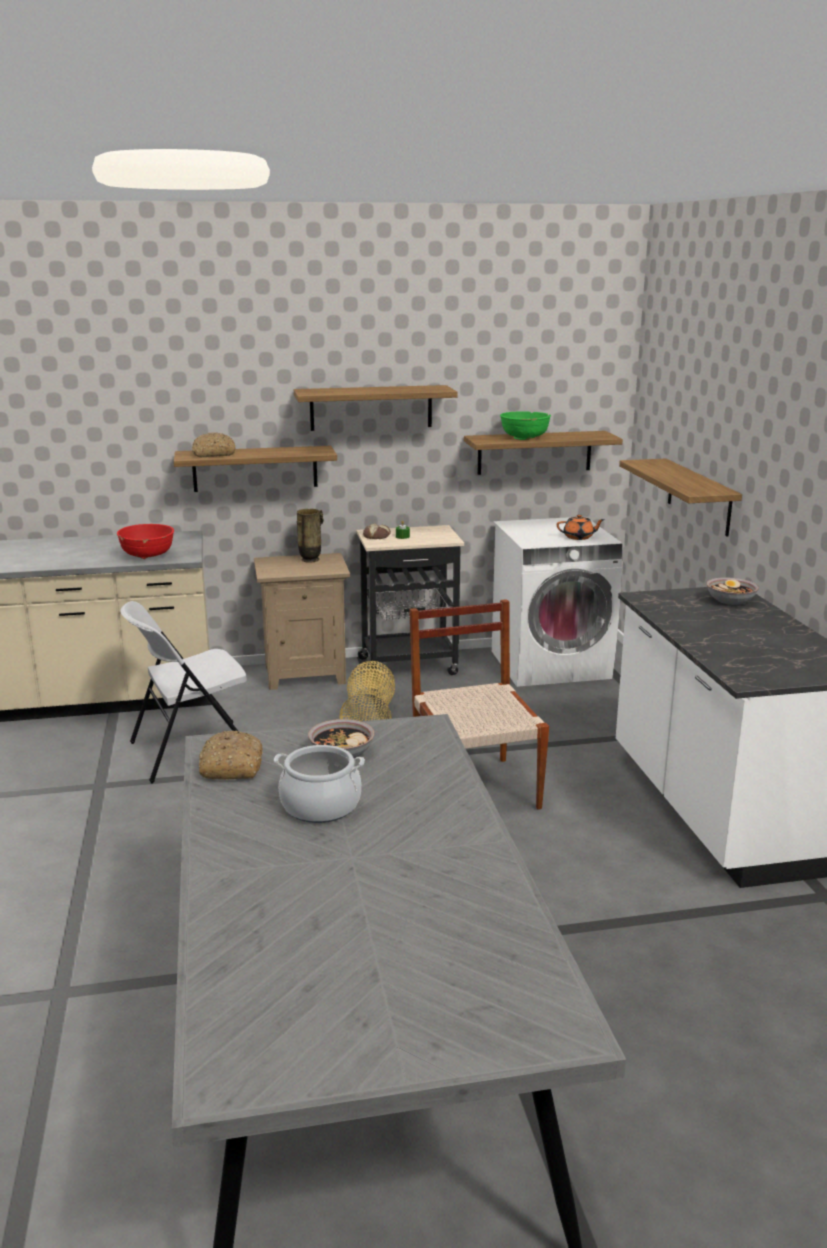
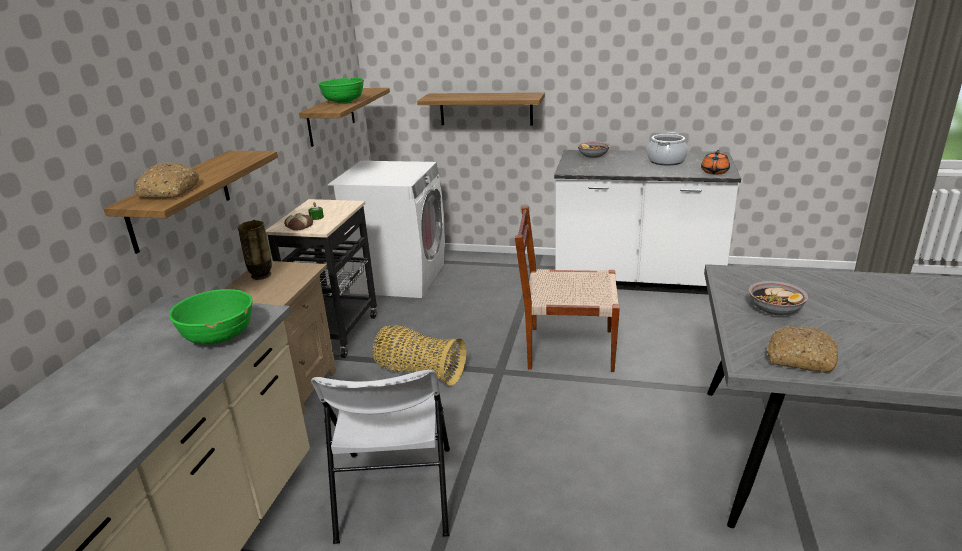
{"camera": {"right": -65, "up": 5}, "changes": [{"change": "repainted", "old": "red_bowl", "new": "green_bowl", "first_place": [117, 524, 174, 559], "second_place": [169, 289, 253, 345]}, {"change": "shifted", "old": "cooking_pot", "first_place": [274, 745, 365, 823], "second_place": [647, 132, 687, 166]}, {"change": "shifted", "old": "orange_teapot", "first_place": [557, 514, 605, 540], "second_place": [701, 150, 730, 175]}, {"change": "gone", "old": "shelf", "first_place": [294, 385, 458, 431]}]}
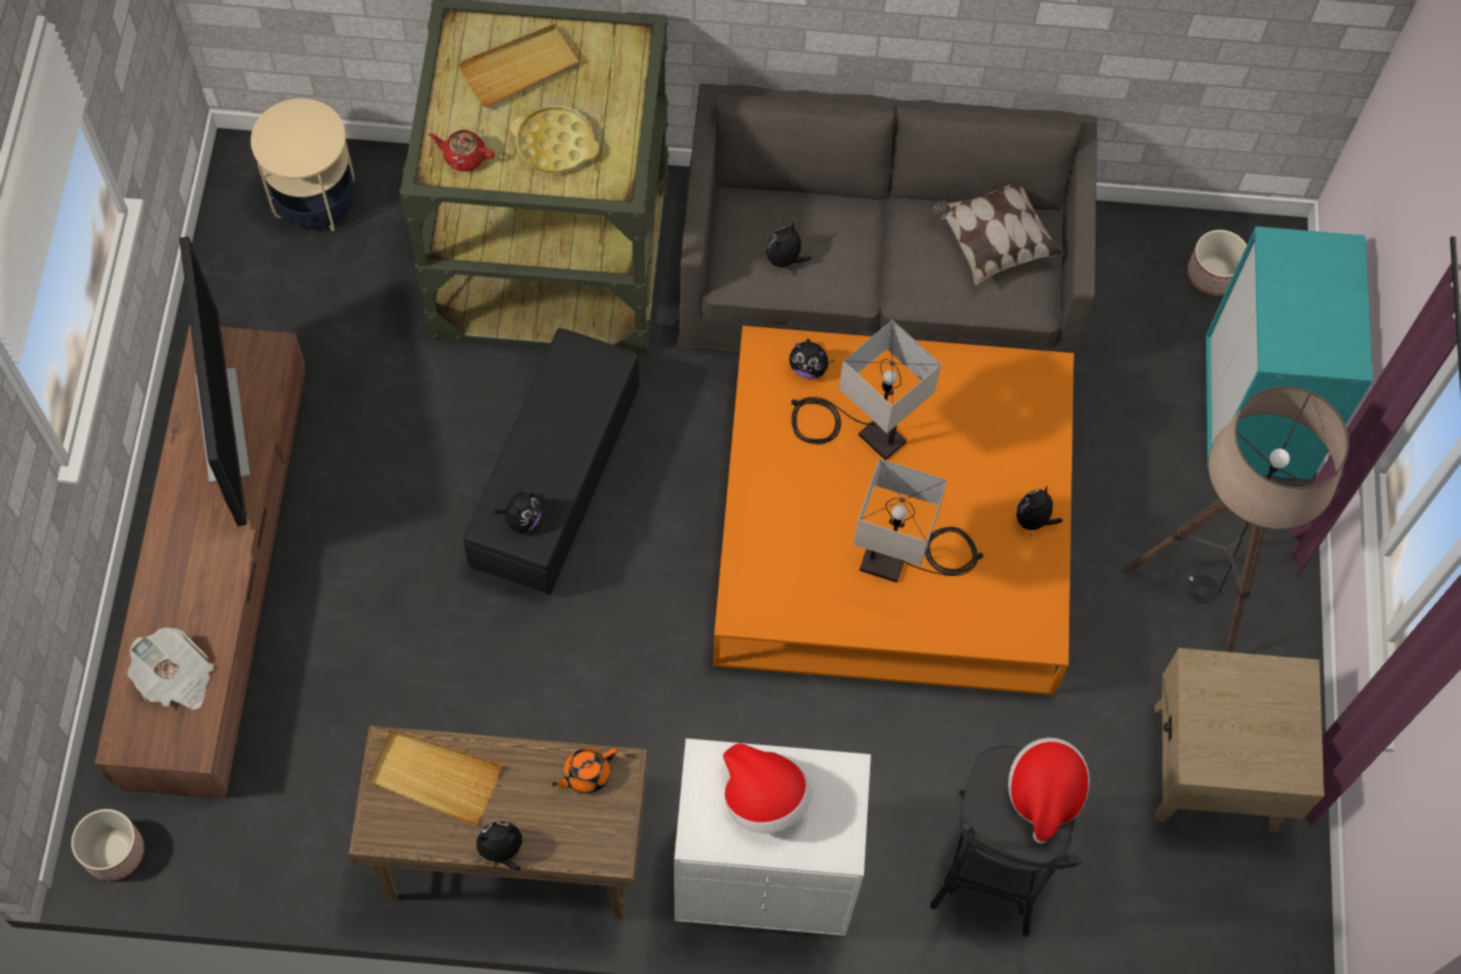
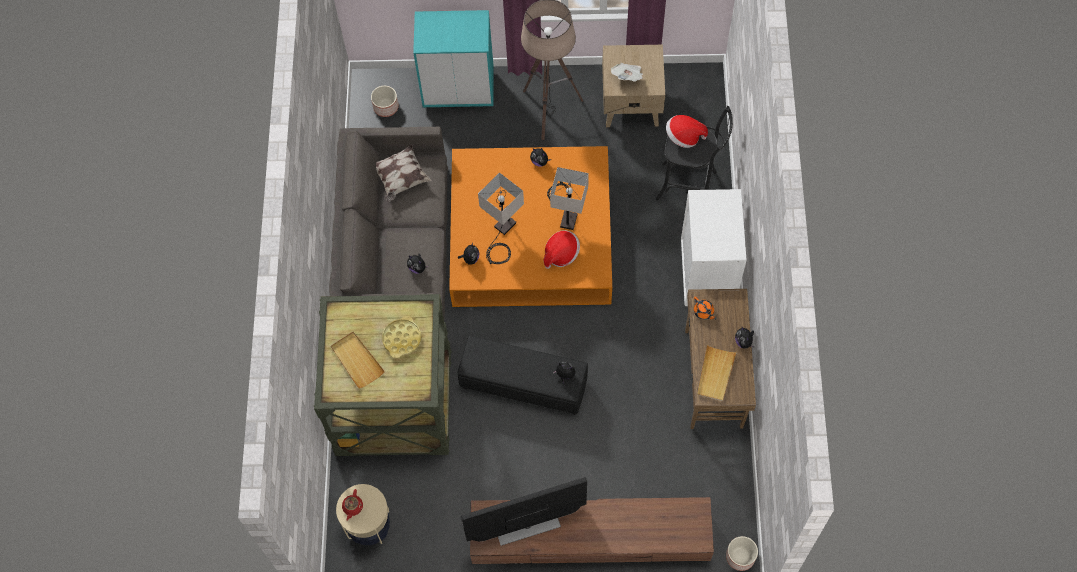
{"camera": {"right": -90, "up": 0}, "changes": [{"change": "shifted", "old": "red_teapot", "first_place": [428, 130, 495, 172], "second_place": [342, 489, 363, 521]}, {"change": "shifted", "old": "hat", "first_place": [723, 743, 812, 834], "second_place": [544, 230, 580, 269]}, {"change": "shifted", "old": "newspaper", "first_place": [127, 628, 214, 710], "second_place": [611, 63, 643, 81]}]}
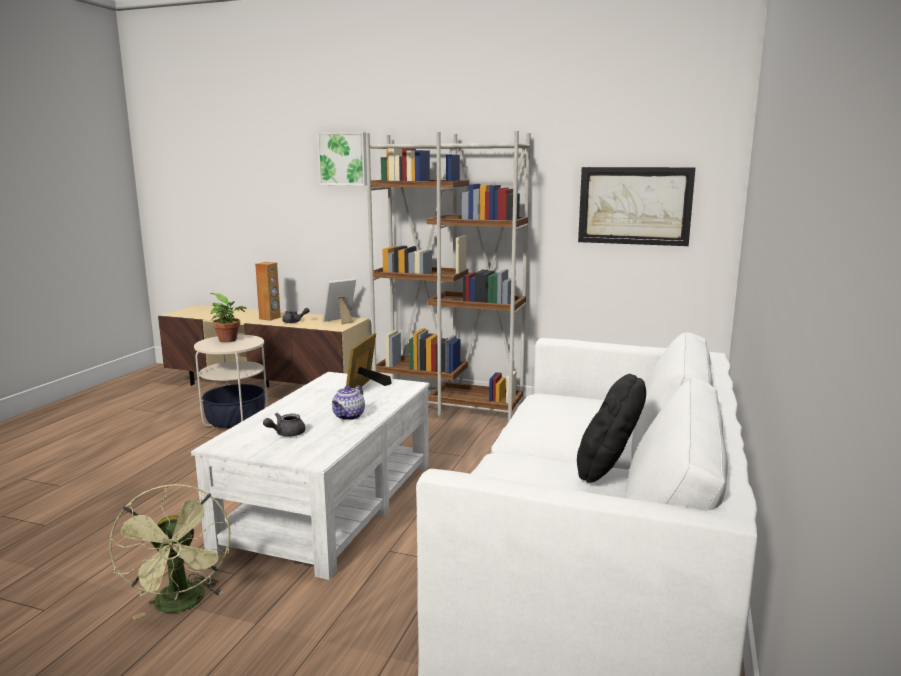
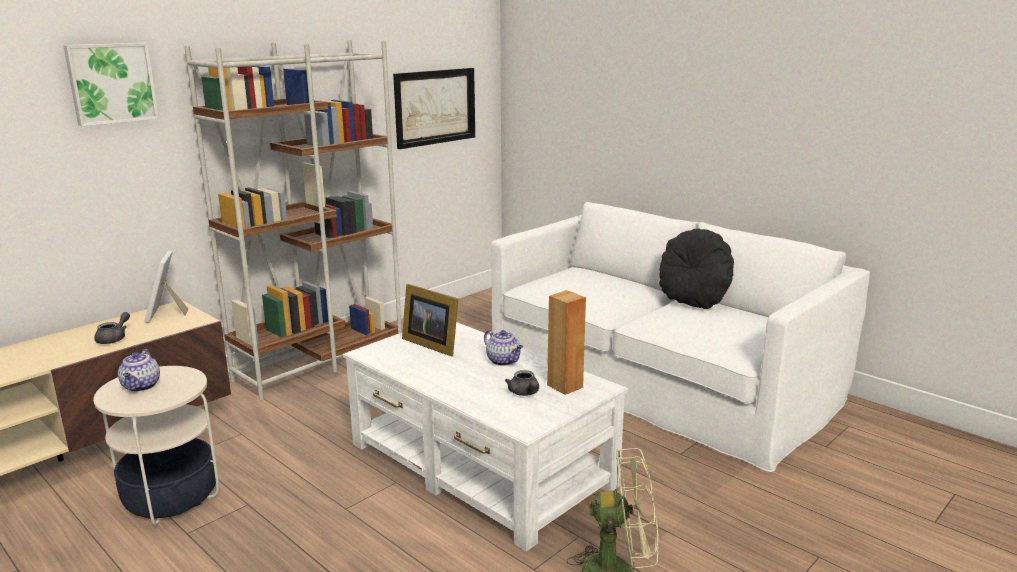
{"camera": {"right": -65, "up": 5}, "changes": [{"change": "swapped", "old": "potted_plant", "new": "teapot", "first_place": [211, 293, 246, 343], "second_place": [118, 349, 160, 392]}, {"change": "shifted", "old": "brown_speaker", "first_place": [255, 262, 281, 321], "second_place": [547, 290, 586, 395]}]}
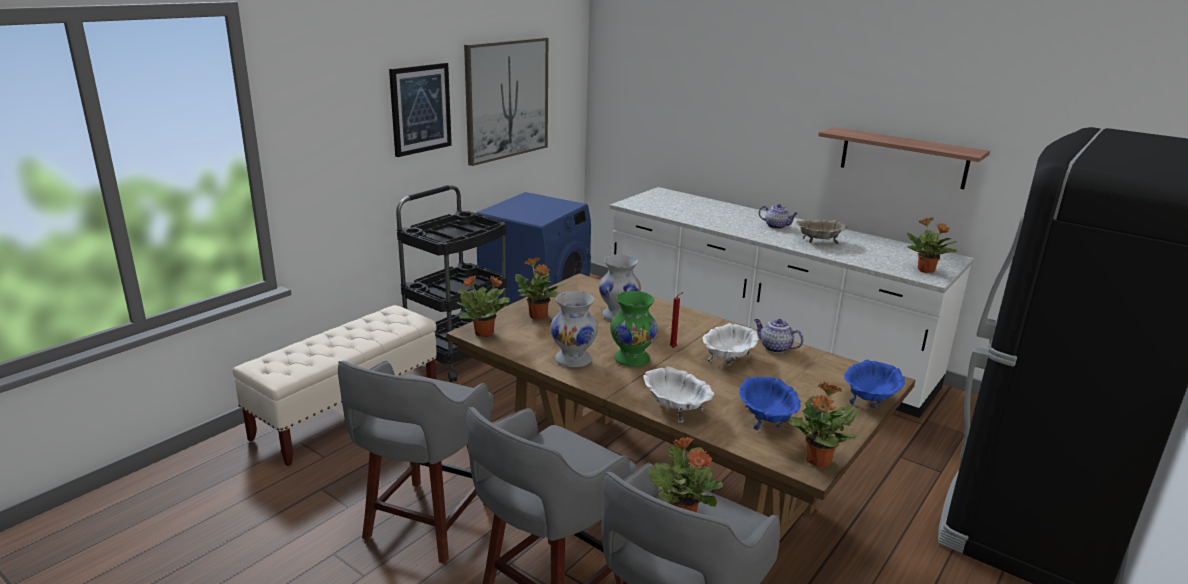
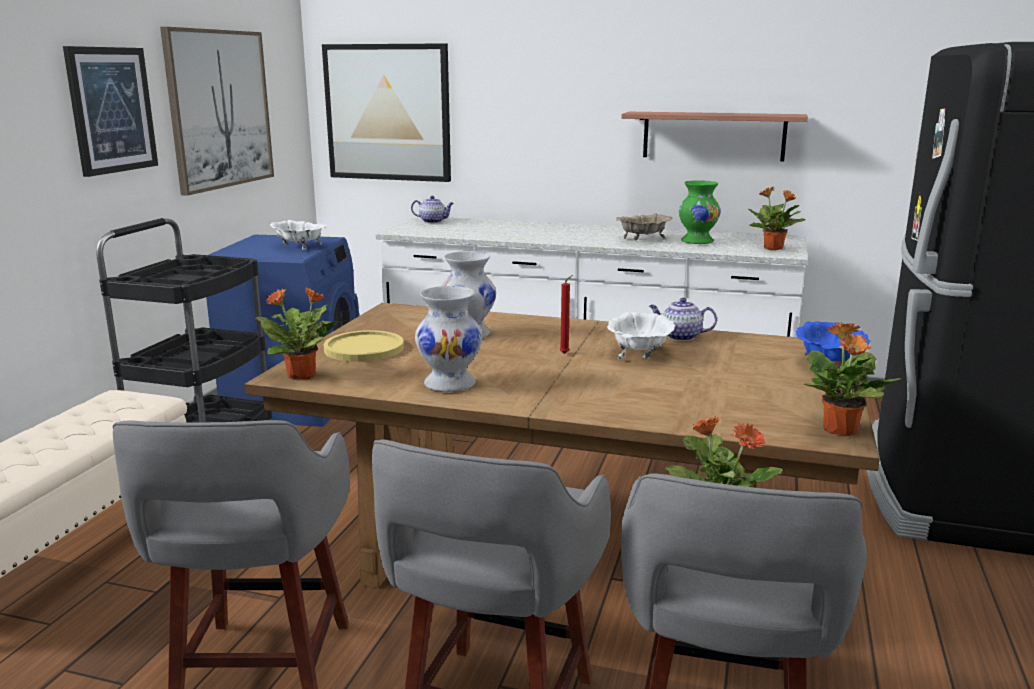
{"camera": {"right": -20, "up": -5}, "changes": [{"change": "shifted", "old": "white_bowl", "first_place": [644, 366, 714, 422], "second_place": [270, 220, 328, 250]}, {"change": "new", "new": "picture", "second_place": [322, 43, 451, 182]}, {"change": "swapped", "old": "potted_plant", "new": "yellow_plate", "first_place": [515, 257, 566, 319], "second_place": [324, 330, 404, 362]}, {"change": "shifted", "old": "teapot", "first_place": [759, 204, 798, 229], "second_place": [411, 196, 454, 223]}, {"change": "shifted", "old": "green_vase", "first_place": [610, 291, 658, 367], "second_place": [678, 180, 721, 244]}, {"change": "gone", "old": "blue_bowl", "first_place": [739, 377, 801, 430]}]}
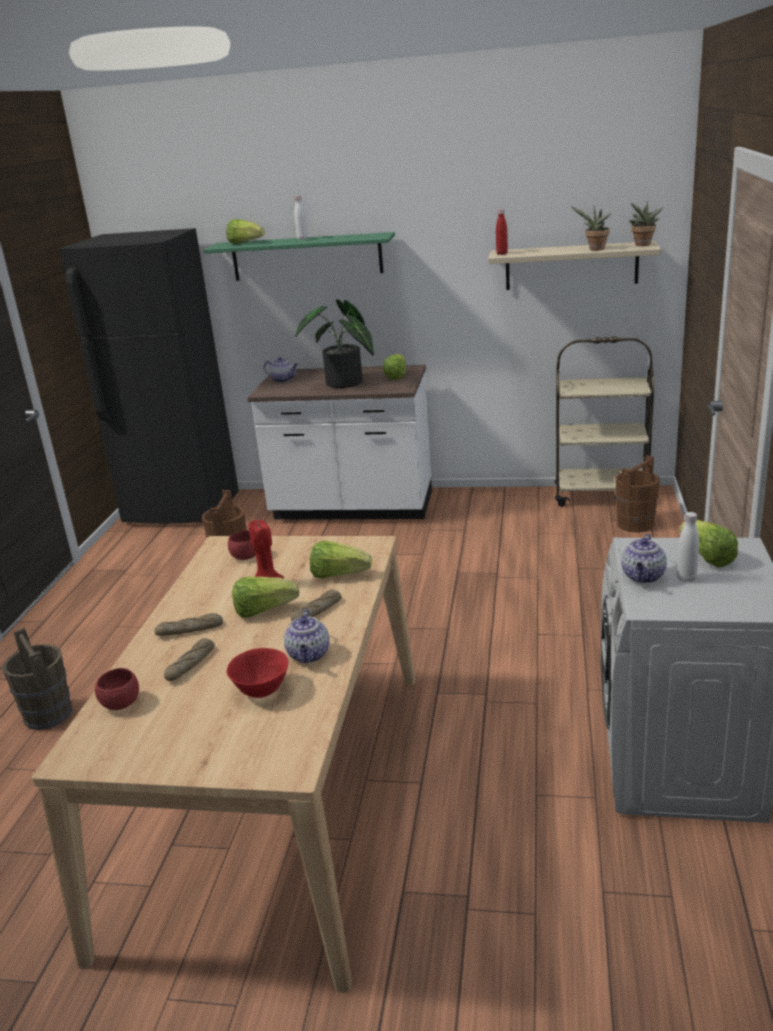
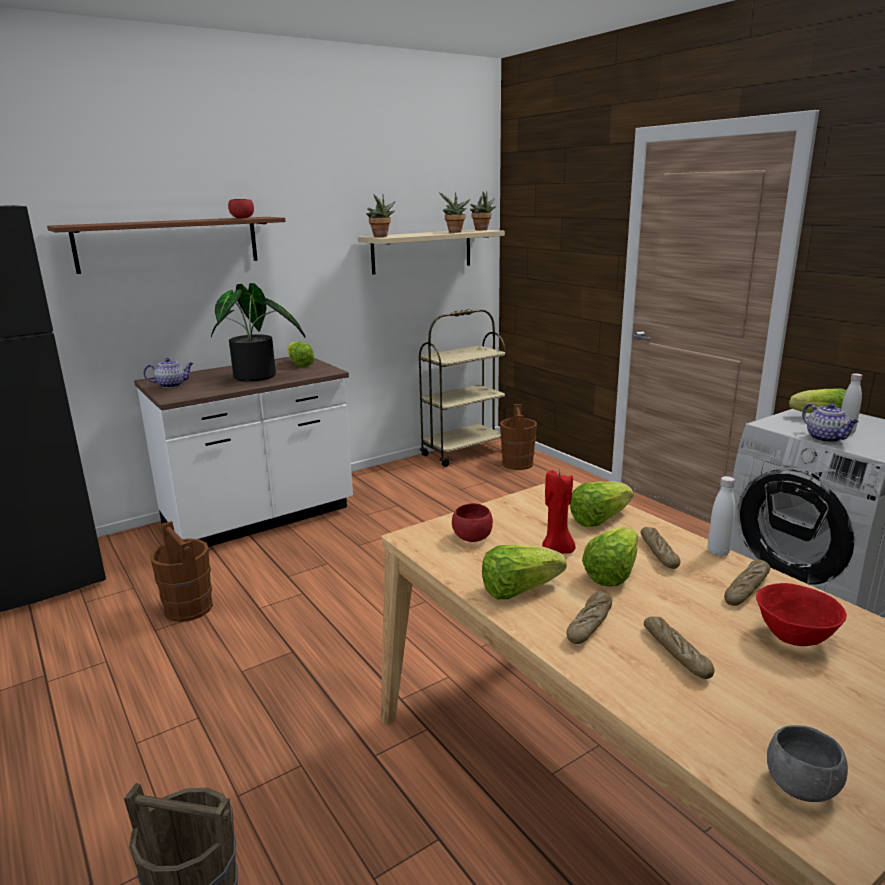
{"camera": {"right": -45, "up": -5}, "changes": [{"change": "repainted", "old": "green_shelf", "new": "brown_shelf", "first_place": [203, 232, 395, 281], "second_place": [47, 217, 286, 274]}, {"change": "shifted", "old": "red_bowl", "first_place": [95, 668, 139, 710], "second_place": [228, 199, 254, 218]}, {"change": "swapped", "old": "red_bottle", "new": "potted_plant", "first_place": [496, 209, 508, 255], "second_place": [366, 194, 395, 237]}, {"change": "shifted", "old": "lettuce", "first_place": [226, 219, 265, 243], "second_place": [482, 545, 567, 599]}, {"change": "shifted", "old": "white_bottle", "first_place": [294, 196, 308, 240], "second_place": [707, 476, 735, 557]}, {"change": "swapped", "old": "teapot", "new": "bread", "first_place": [284, 609, 330, 663], "second_place": [724, 559, 770, 606]}, {"change": "new", "new": "grey_bowl", "second_place": [767, 725, 848, 802]}]}
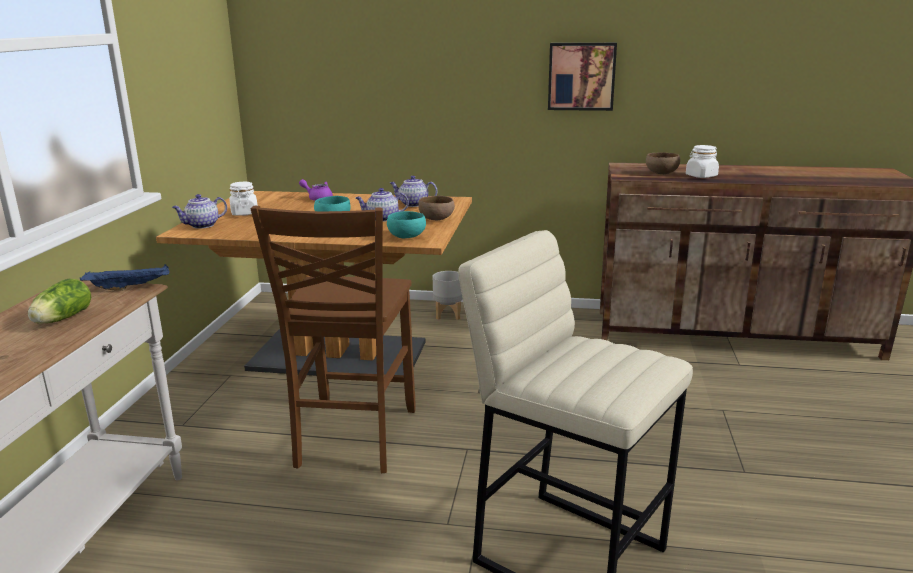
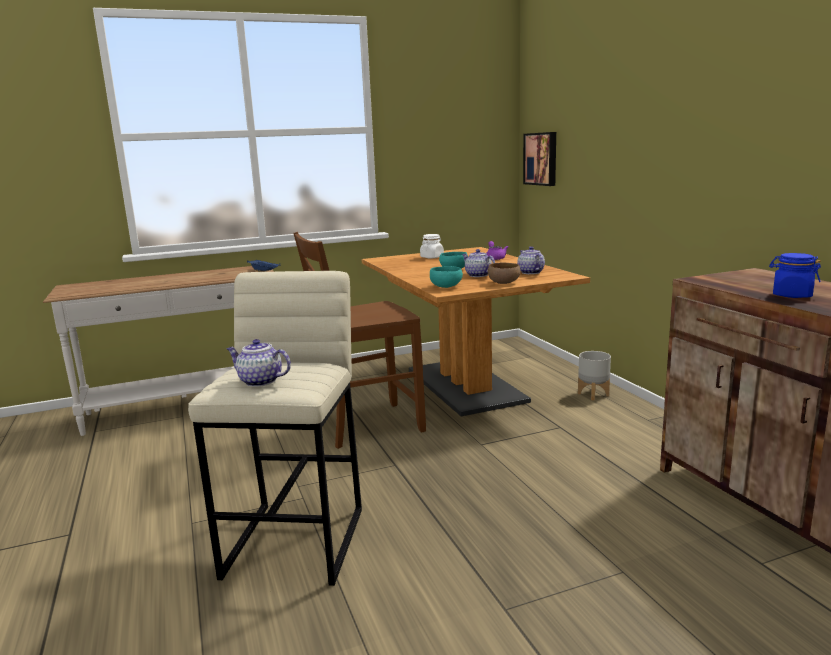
{"camera": {"right": 60, "up": -5}, "changes": [{"change": "shifted", "old": "teapot", "first_place": [172, 194, 227, 229], "second_place": [226, 339, 291, 387]}, {"change": "shifted", "old": "picture", "first_place": [548, 43, 617, 111], "second_place": [523, 132, 556, 186]}, {"change": "repainted", "old": "white_jar", "new": "blue_jar", "first_place": [686, 145, 719, 178], "second_place": [769, 253, 821, 298]}, {"change": "gone", "old": "lettuce", "first_place": [28, 278, 91, 324]}, {"change": "gone", "old": "brown_bowl", "first_place": [646, 152, 680, 174]}]}
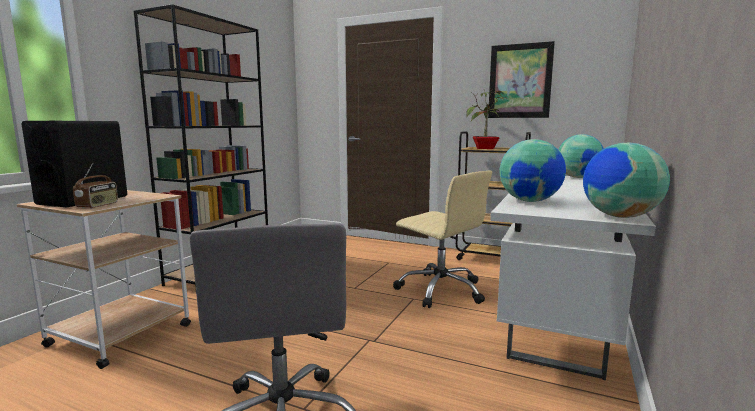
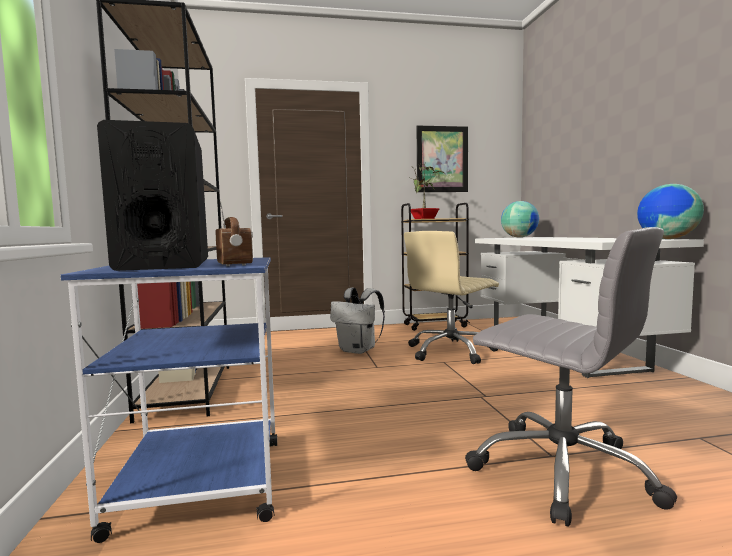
{"camera": {"right": -35, "up": -5}, "changes": [{"change": "repainted", "old": "beige_cart", "new": "blue_cart", "first_place": [16, 190, 191, 369], "second_place": [61, 257, 277, 543]}, {"change": "new", "new": "white_backpack", "second_place": [330, 287, 385, 354]}, {"change": "rotated", "old": "beige_office_chair", "first_place": [393, 171, 492, 308], "second_place": [404, 231, 499, 364], "degrees": 135}, {"change": "gone", "old": "globe", "first_place": [500, 139, 566, 202]}]}
